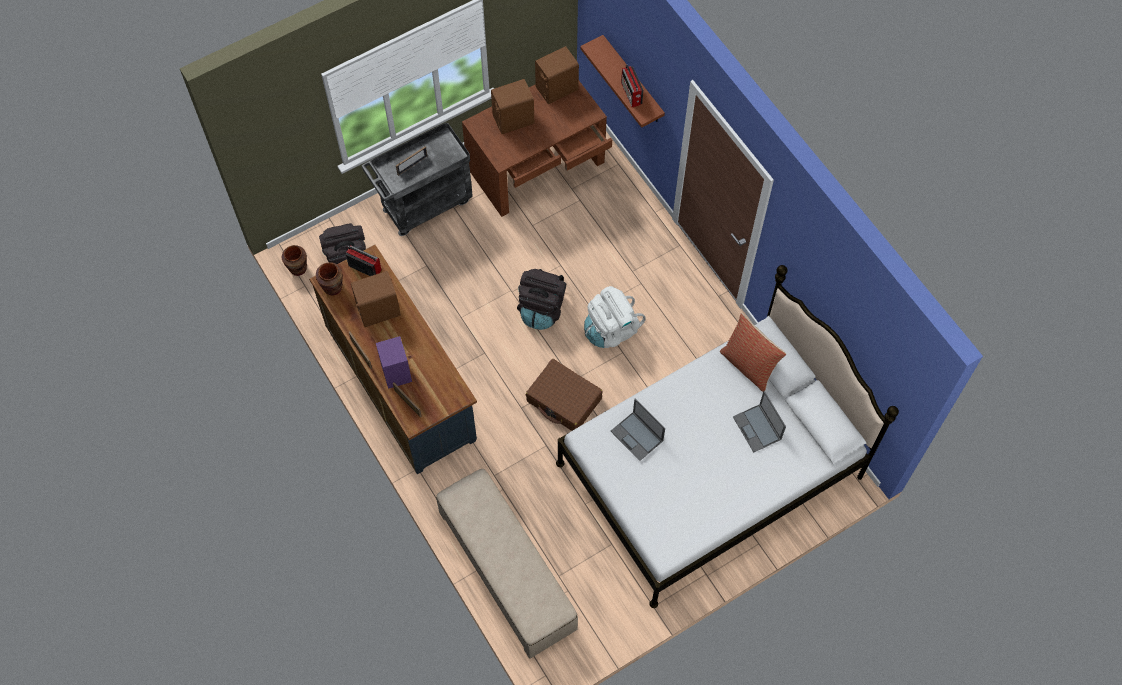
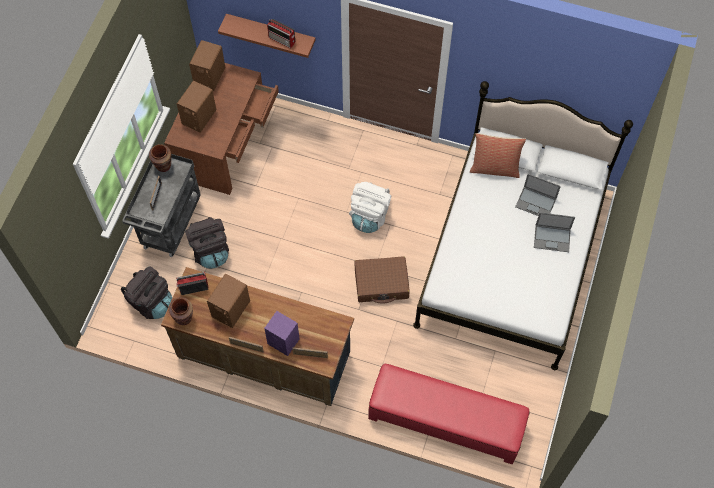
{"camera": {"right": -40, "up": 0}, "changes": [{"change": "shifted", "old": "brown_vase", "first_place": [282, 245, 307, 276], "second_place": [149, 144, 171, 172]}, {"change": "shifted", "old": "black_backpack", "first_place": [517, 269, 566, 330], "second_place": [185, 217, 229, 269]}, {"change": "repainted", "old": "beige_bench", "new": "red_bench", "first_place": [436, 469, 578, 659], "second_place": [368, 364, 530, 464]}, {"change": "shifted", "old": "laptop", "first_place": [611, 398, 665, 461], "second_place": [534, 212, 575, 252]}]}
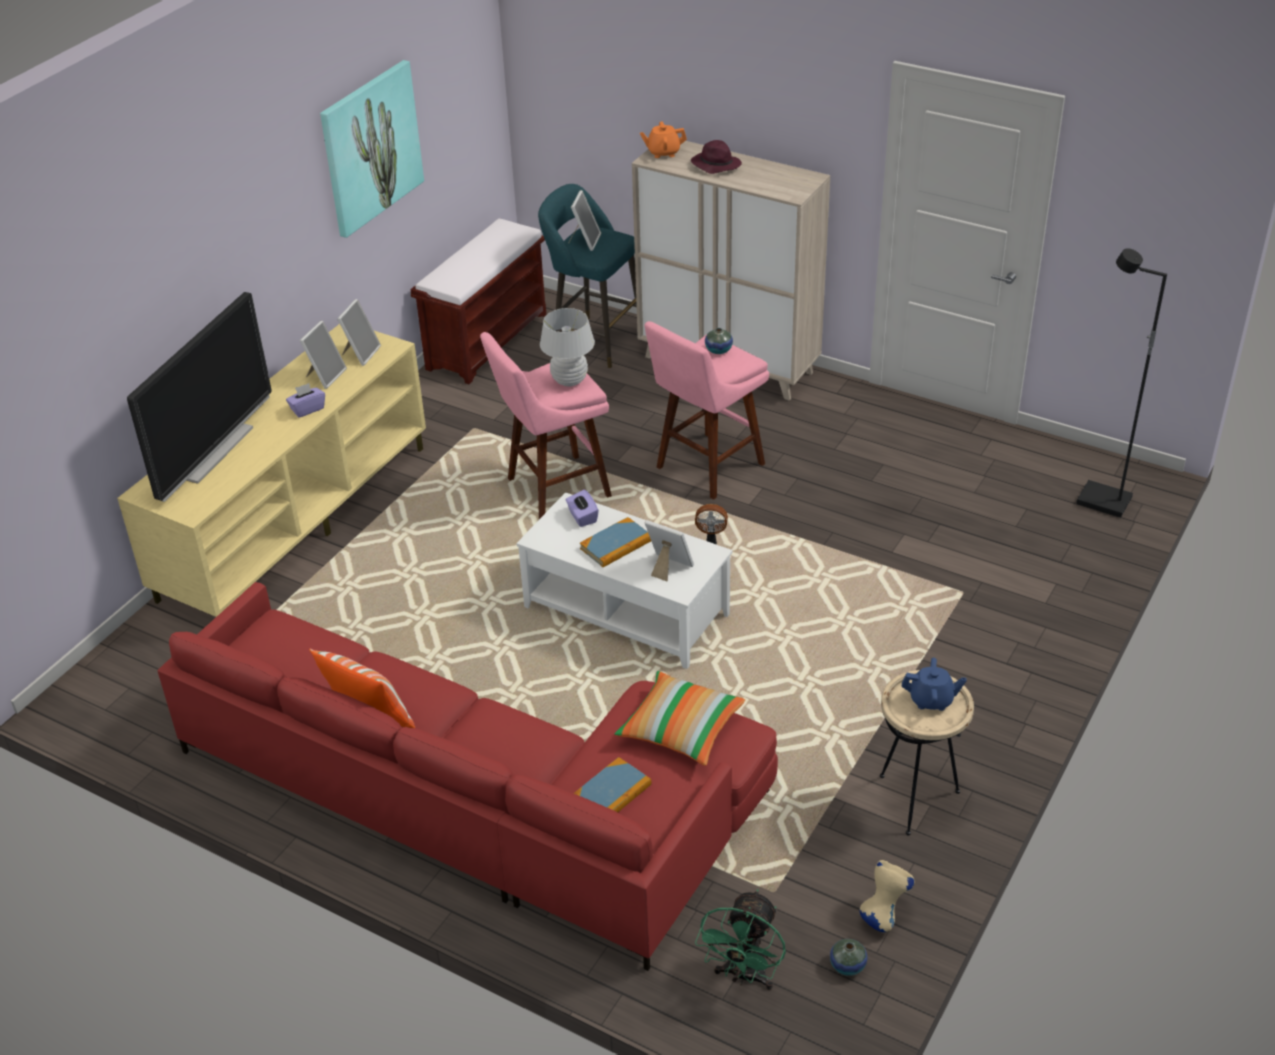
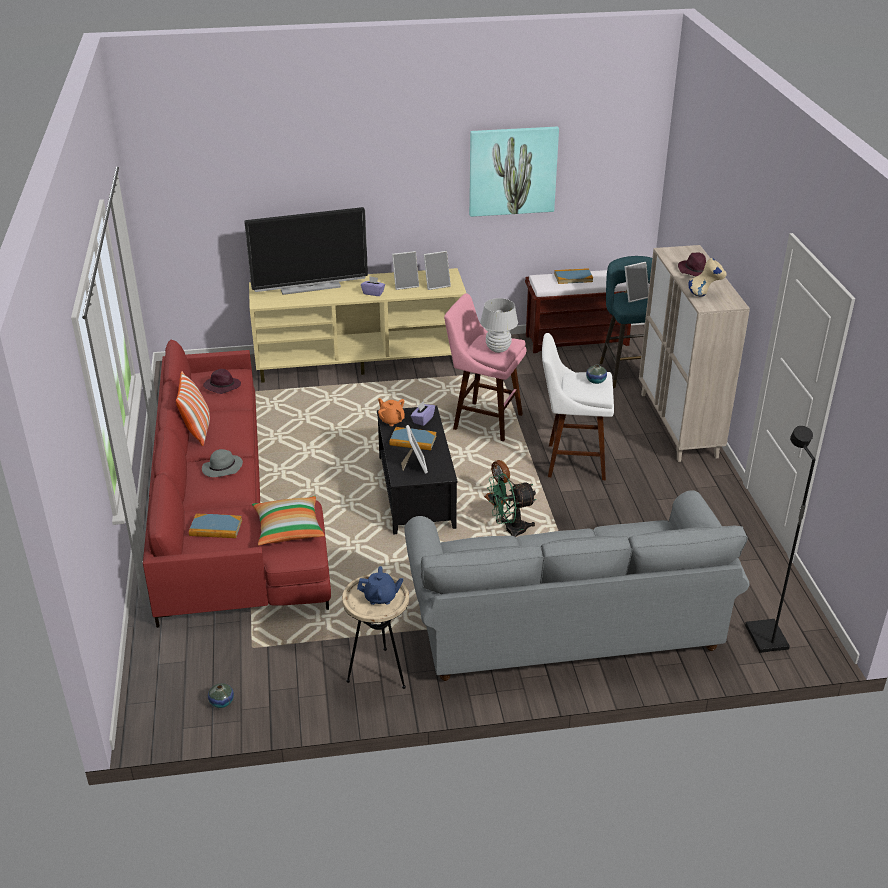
{"camera": {"right": 50, "up": -5}, "changes": [{"change": "new", "new": "grey_hat", "second_place": [202, 449, 243, 477]}, {"change": "new", "new": "purple_hat", "second_place": [203, 369, 241, 394]}, {"change": "rotated", "old": "blue_teapot", "first_place": [902, 658, 967, 711], "second_place": [357, 566, 403, 605], "degrees": -60}, {"change": "repainted", "old": "white_coffee_table", "new": "black_coffee_table", "first_place": [517, 492, 732, 669], "second_place": [377, 406, 457, 534]}, {"change": "shifted", "old": "orange_teapot", "first_place": [640, 121, 687, 158], "second_place": [378, 398, 405, 426]}, {"change": "new", "new": "grey_sofa", "second_place": [404, 490, 749, 681]}, {"change": "shifted", "old": "green_fan", "first_place": [695, 889, 786, 990], "second_place": [487, 473, 537, 537]}, {"change": "repainted", "old": "pink_stool", "new": "white_stool", "first_place": [644, 321, 769, 500], "second_place": [542, 333, 614, 480]}, {"change": "new", "new": "book", "second_place": [554, 268, 593, 284]}, {"change": "shifted", "old": "beige_vase", "first_place": [859, 860, 915, 932], "second_place": [689, 258, 727, 297]}]}
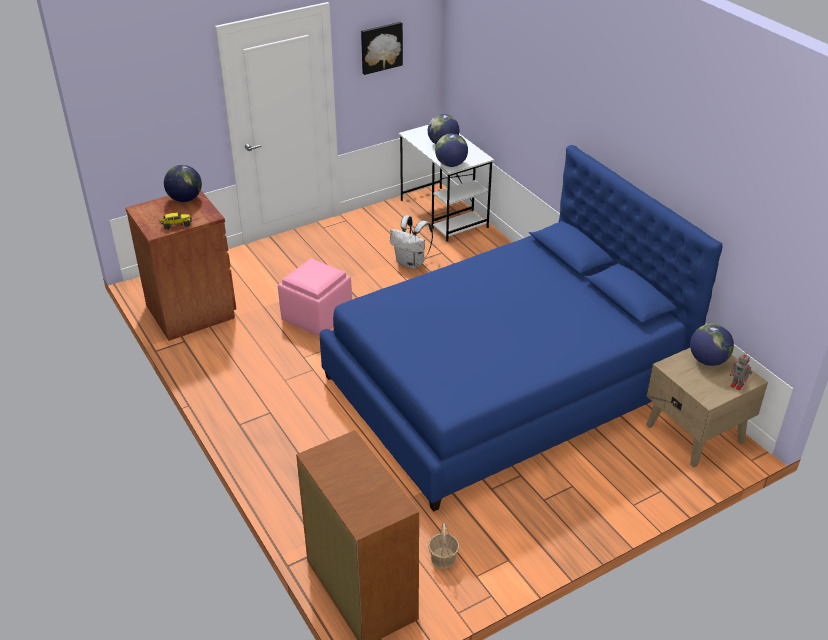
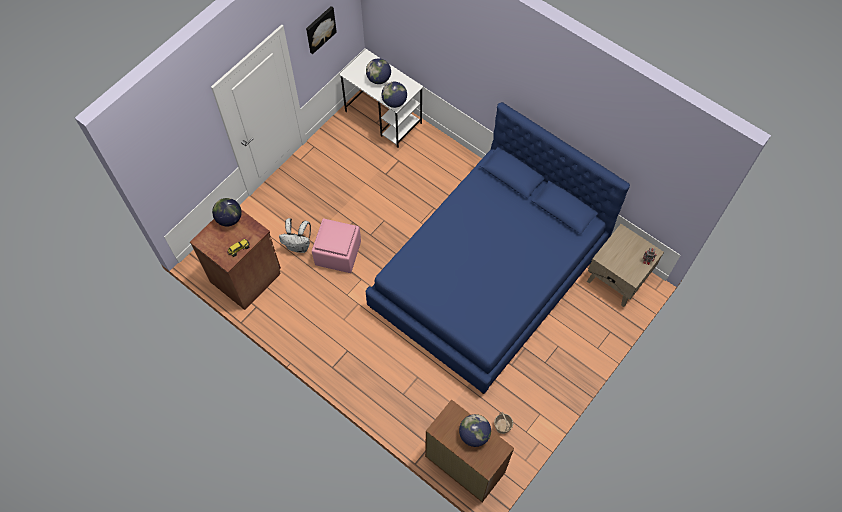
{"camera": {"right": -20, "up": 25}, "changes": [{"change": "shifted", "old": "white_backpack", "first_place": [390, 215, 433, 269], "second_place": [279, 218, 311, 253]}, {"change": "shifted", "old": "globe", "first_place": [690, 324, 734, 366], "second_place": [459, 414, 491, 447]}]}
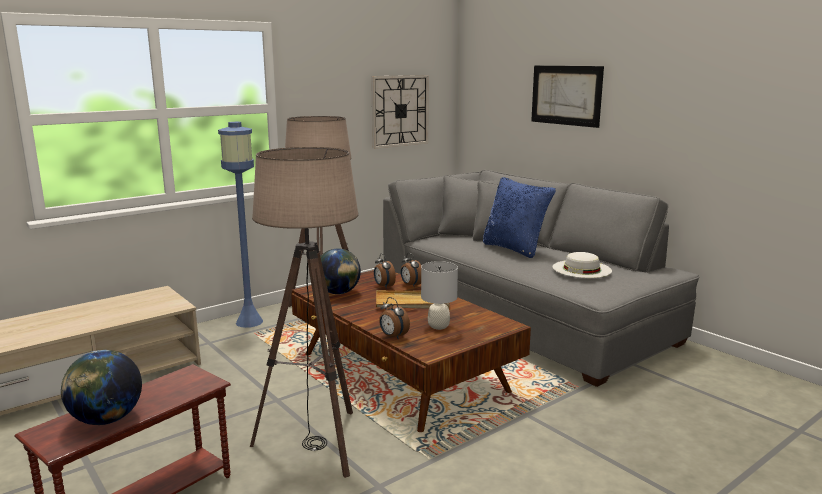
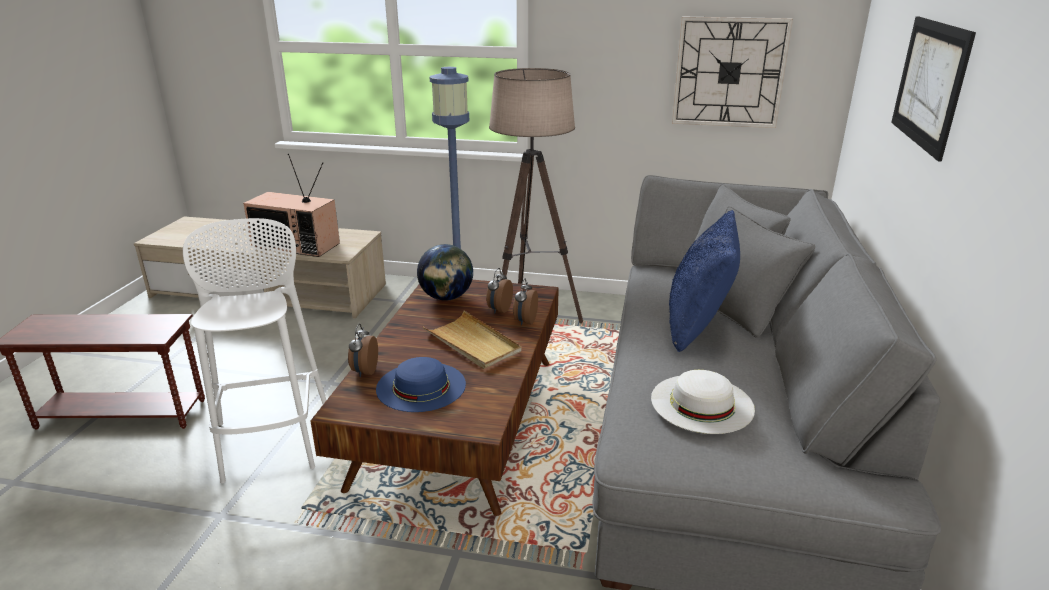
{"camera": {"right": 50, "up": 10}, "changes": [{"change": "swapped", "old": "floor_lamp", "new": "white_stool", "first_place": [250, 147, 359, 478], "second_place": [183, 218, 326, 484]}, {"change": "new", "new": "television", "second_place": [243, 154, 340, 257]}, {"change": "swapped", "old": "grey_table_lamp", "new": "blue_hat", "first_place": [421, 261, 458, 330], "second_place": [376, 357, 466, 412]}, {"change": "gone", "old": "globe", "first_place": [61, 350, 142, 425]}]}
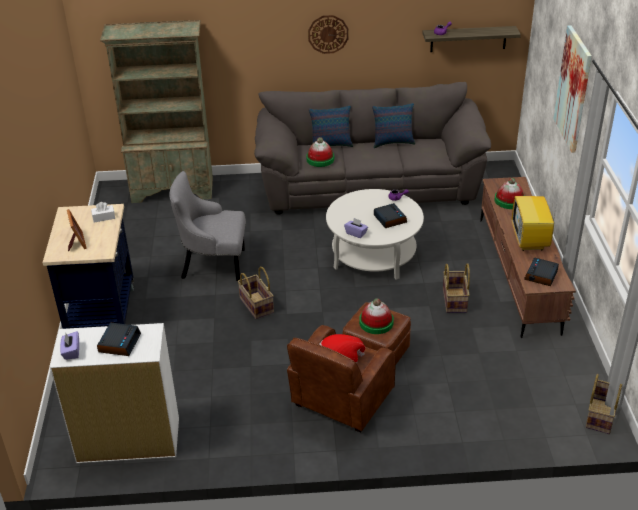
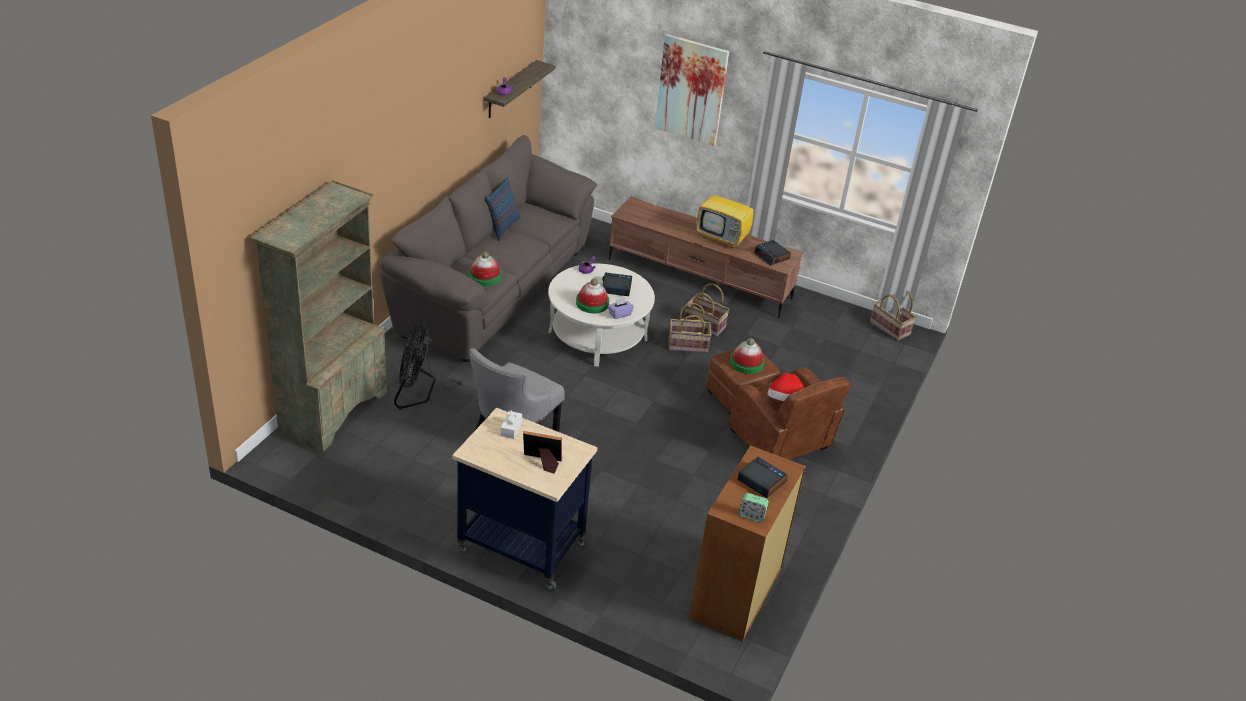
{"camera": {"right": -65, "up": 0}, "changes": [{"change": "new", "new": "black_fan", "second_place": [394, 324, 464, 410]}, {"change": "shifted", "old": "hat", "first_place": [495, 178, 525, 209], "second_place": [576, 278, 609, 313]}, {"change": "shifted", "old": "basket", "first_place": [238, 267, 274, 319], "second_place": [669, 303, 711, 353]}, {"change": "repainted", "old": "white_cabinet", "new": "brown_cabinet", "first_place": [50, 323, 179, 463], "second_place": [689, 445, 805, 641]}, {"change": "swapped", "old": "purple_tissue_box", "new": "alarm_clock", "first_place": [60, 331, 79, 360], "second_place": [739, 493, 769, 522]}, {"change": "gone", "old": "wall_clock", "first_place": [308, 15, 349, 54]}, {"change": "gone", "old": "blue_pillow", "first_place": [309, 106, 353, 147]}]}
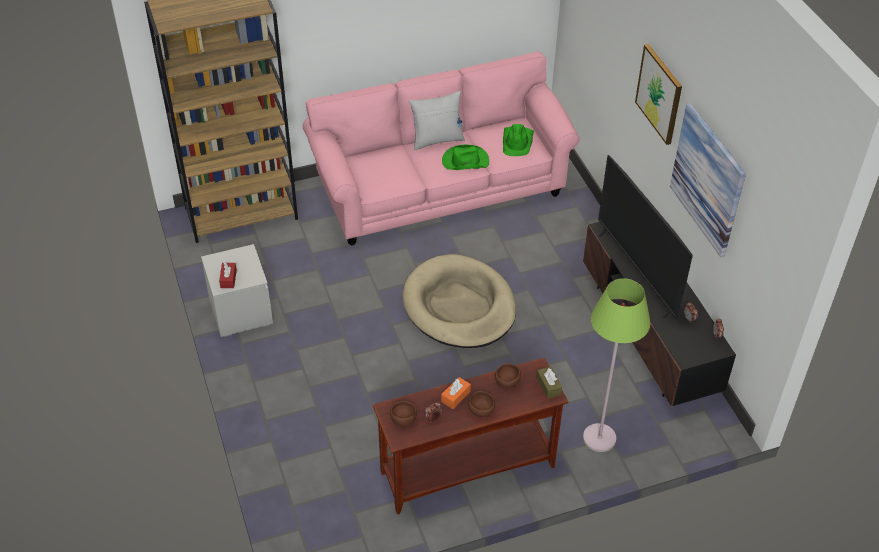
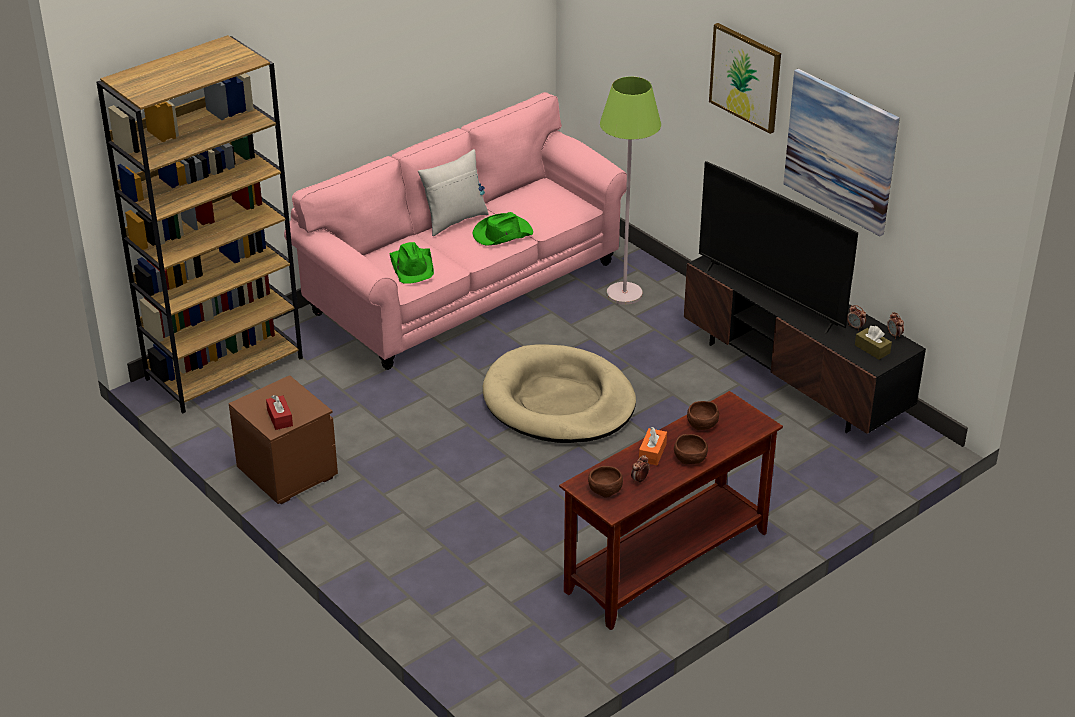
{"camera": {"right": -20, "up": -10}, "changes": [{"change": "repainted", "old": "white_nightstand", "new": "brown_nightstand", "first_place": [201, 244, 273, 337], "second_place": [229, 375, 338, 504]}, {"change": "shifted", "old": "green_hat", "first_place": [503, 124, 534, 156], "second_place": [389, 242, 434, 284]}, {"change": "shifted", "old": "green_floor_lamp", "first_place": [583, 278, 650, 452], "second_place": [600, 76, 661, 305]}, {"change": "shifted", "old": "brown_tissue_box", "first_place": [536, 366, 562, 399], "second_place": [855, 326, 892, 360]}]}
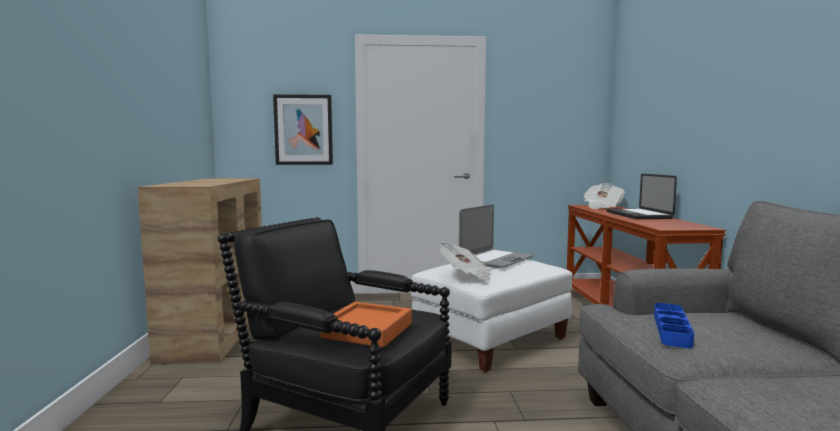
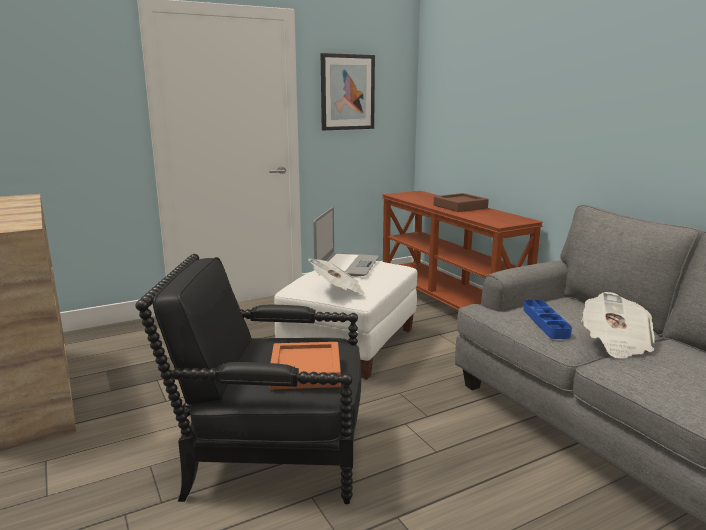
{"camera": {"right": -25, "up": 10}, "changes": [{"change": "shifted", "old": "picture", "first_place": [273, 94, 333, 165], "second_place": [321, 53, 375, 130]}, {"change": "swapped", "old": "laptop", "new": "brown_tray", "first_place": [606, 174, 677, 219], "second_place": [434, 193, 489, 212]}, {"change": "shifted", "old": "newspaper", "first_place": [583, 183, 625, 209], "second_place": [582, 292, 655, 358]}]}
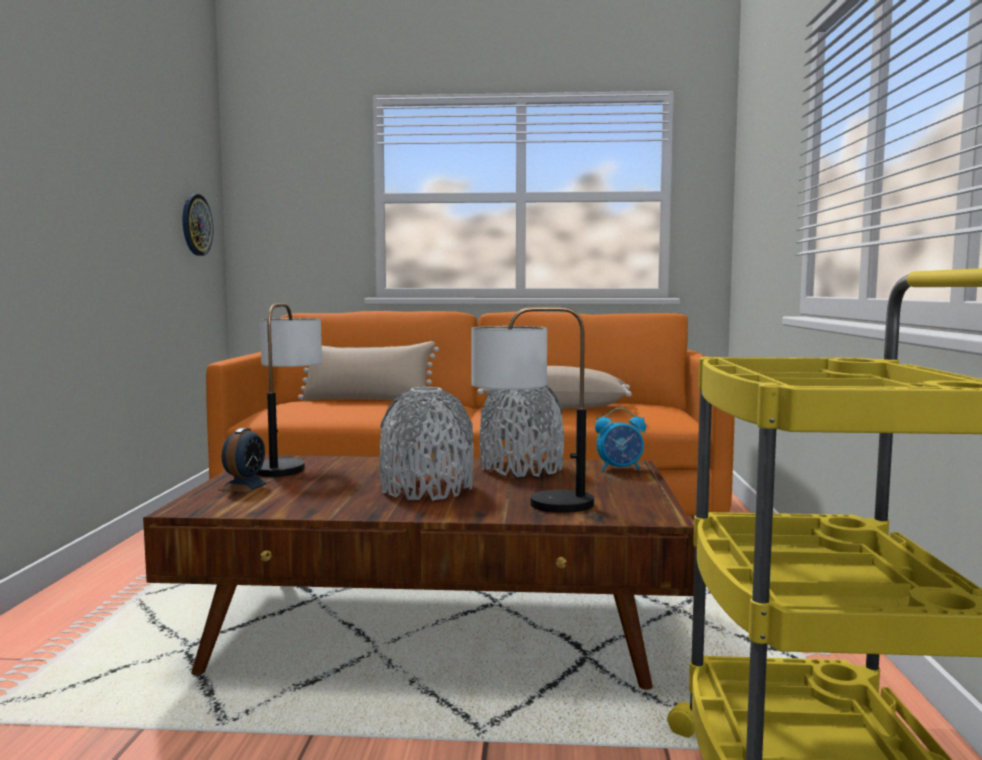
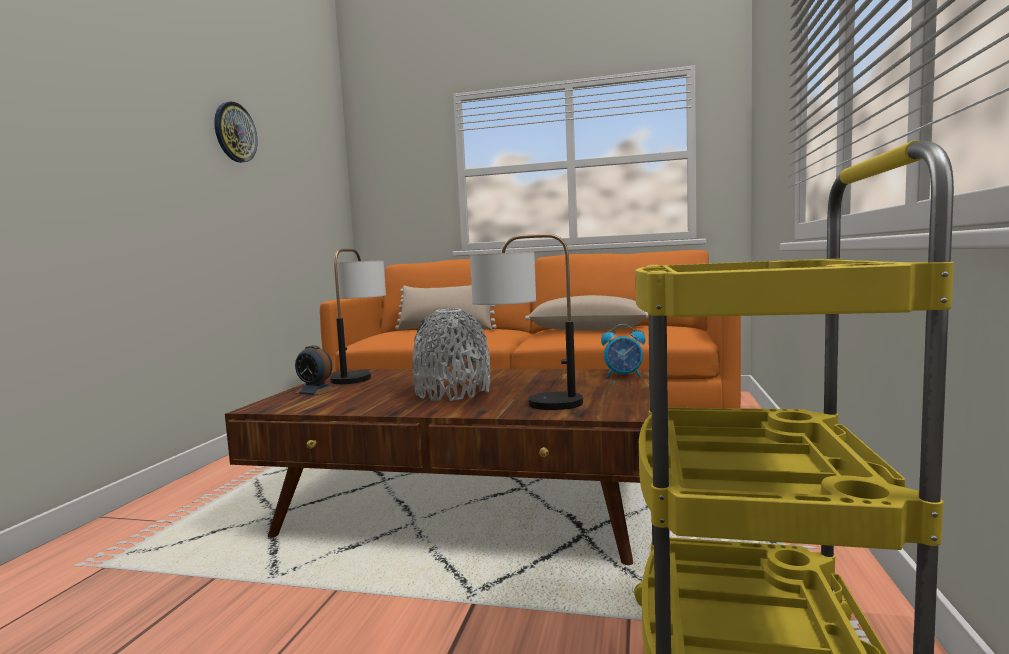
{"camera": {"right": 10, "up": 0}, "changes": [{"change": "shifted", "old": "wall_clock", "first_place": [183, 194, 213, 256], "second_place": [214, 102, 258, 163]}, {"change": "rotated", "old": "alarm_clock", "first_place": [218, 428, 270, 493], "second_place": [295, 345, 337, 395], "degrees": 90}, {"change": "gone", "old": "grey_vase", "first_place": [480, 386, 564, 477]}]}
